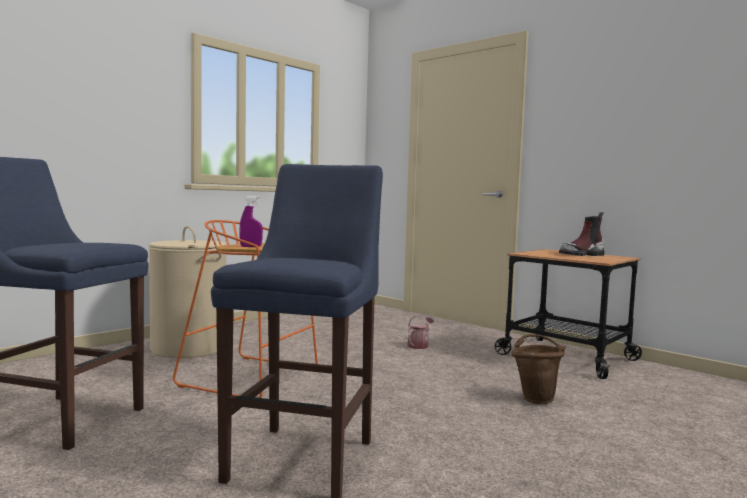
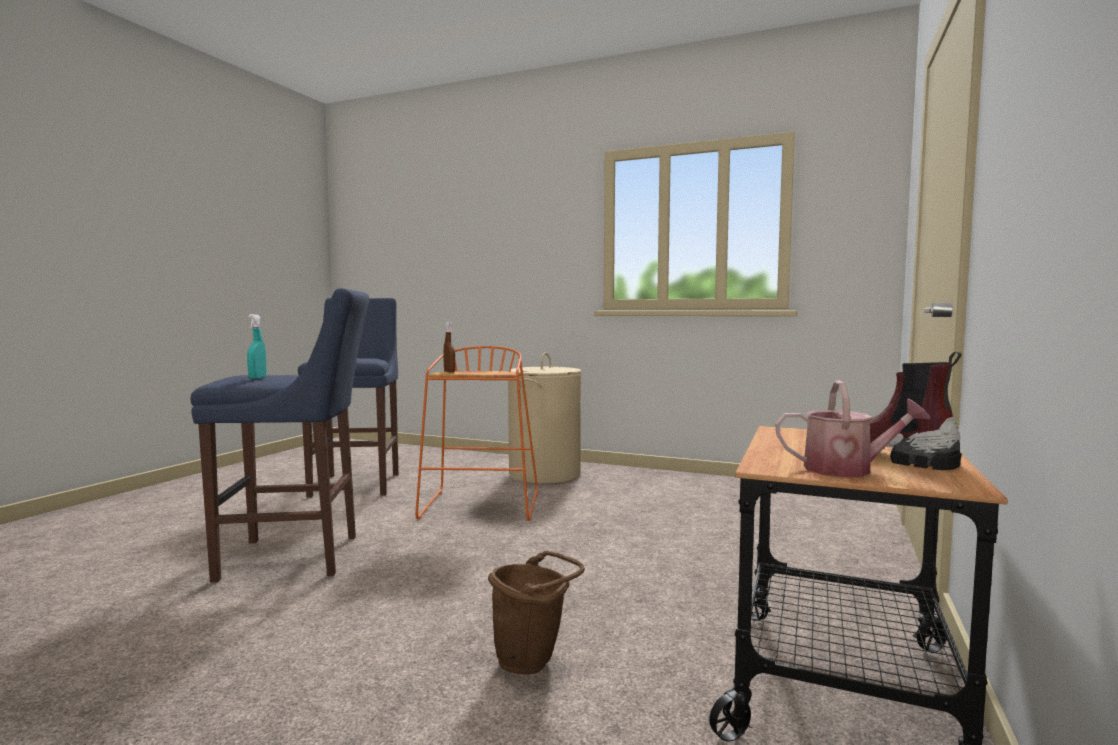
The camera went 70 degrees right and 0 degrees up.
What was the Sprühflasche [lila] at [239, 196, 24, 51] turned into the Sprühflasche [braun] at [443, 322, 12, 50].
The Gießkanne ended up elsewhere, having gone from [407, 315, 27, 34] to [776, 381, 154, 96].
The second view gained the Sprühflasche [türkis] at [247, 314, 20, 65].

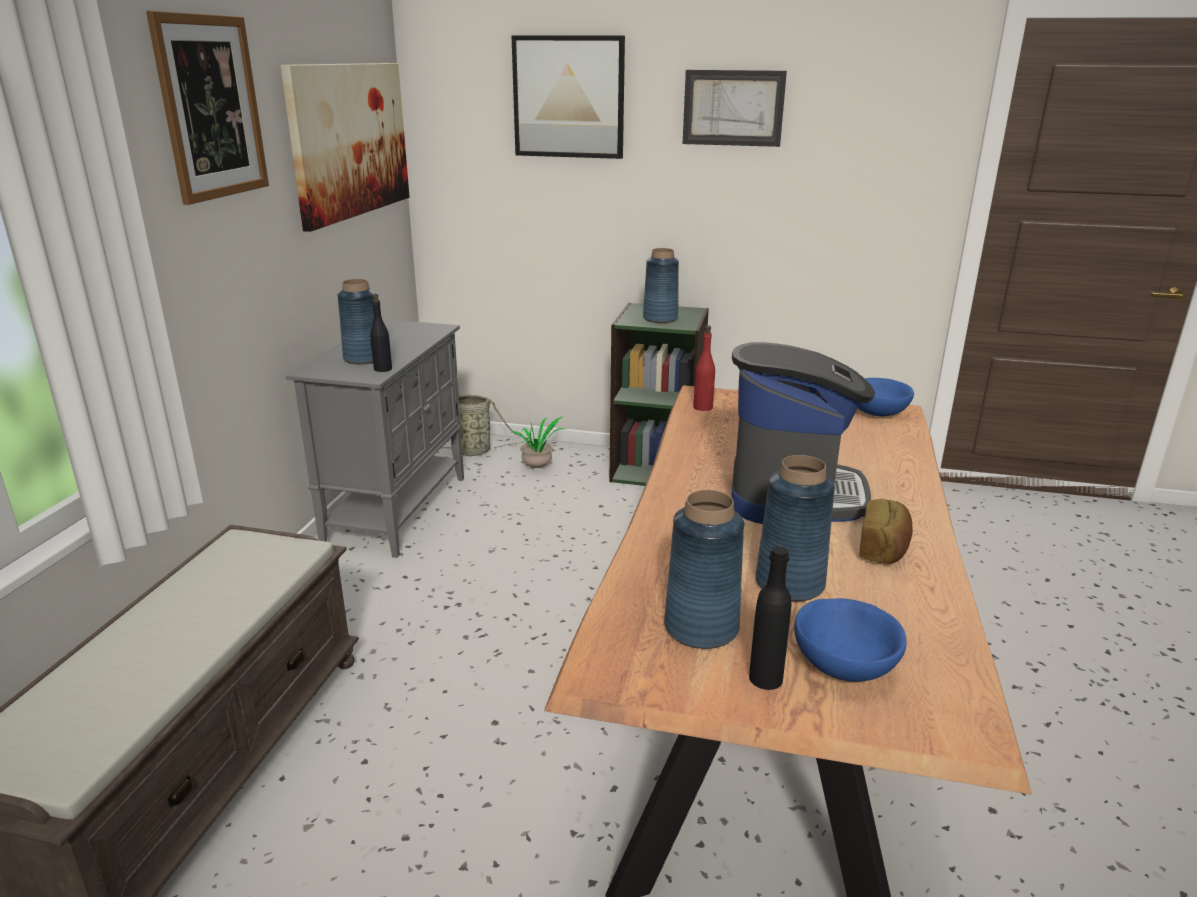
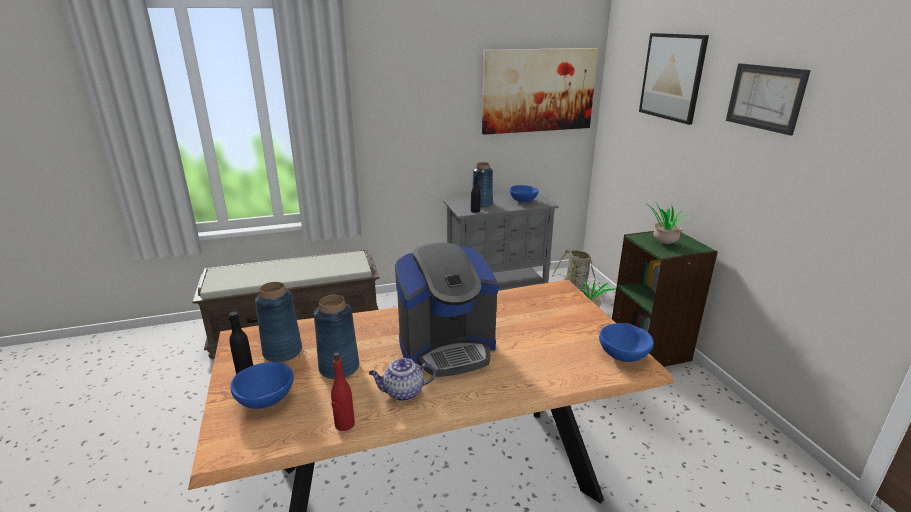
The camera went 60 degrees right and 0 degrees up.
The second view lost the Bild at [146, 11, 123, 194].
Where the Vase [blau] stood at [643, 248, 36, 75], the Topfpflanze came to stand at [648, 201, 45, 43].
The Flasche [rot] ended up elsewhere, having gone from [693, 325, 22, 86] to [331, 353, 24, 78].
Where the Brot stood at [859, 499, 54, 65], the Teekanne came to stand at [369, 358, 67, 43].
The second view gained the Schüssel [blau] at [510, 185, 29, 17].

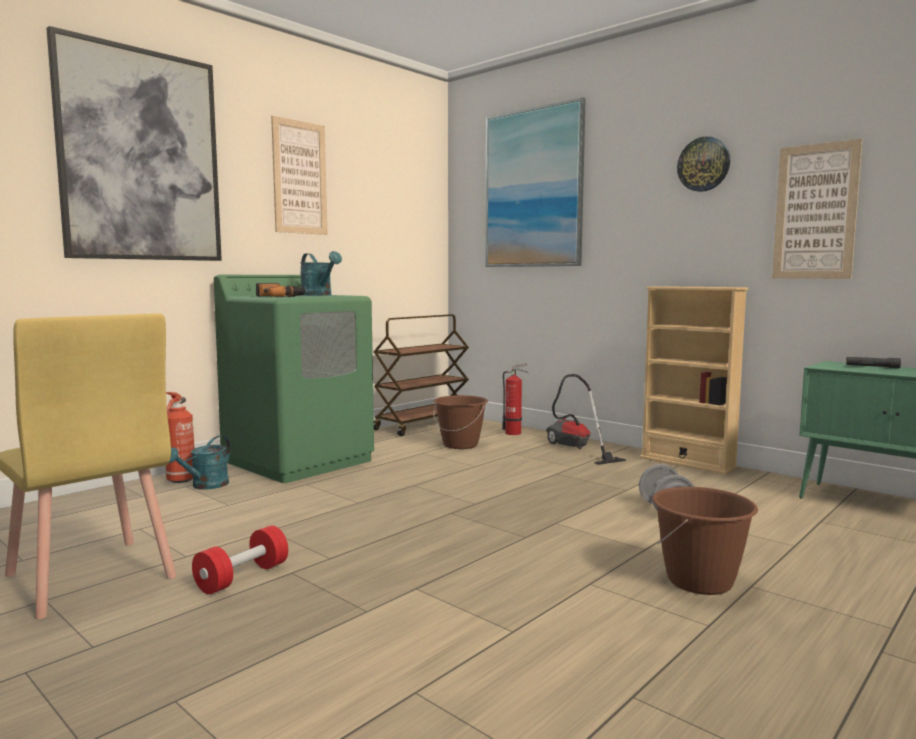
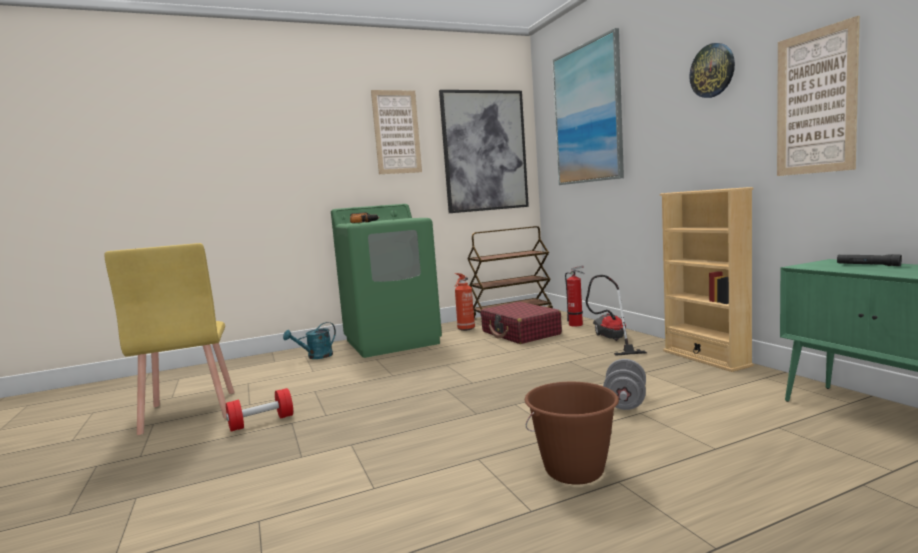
The camera went 25 degrees right and 0 degrees up.
The Bild ended up elsewhere, having gone from [46, 26, 176, 235] to [439, 90, 90, 123].
The second view lost the Gießkanne [türkis] at [300, 251, 42, 45].
The Feuerlöscher ended up elsewhere, having gone from [166, 392, 29, 91] to [454, 273, 21, 58].
Where the Eimer [braun] stood at [434, 395, 54, 54], the Koffer [rot] came to stand at [481, 302, 81, 42].

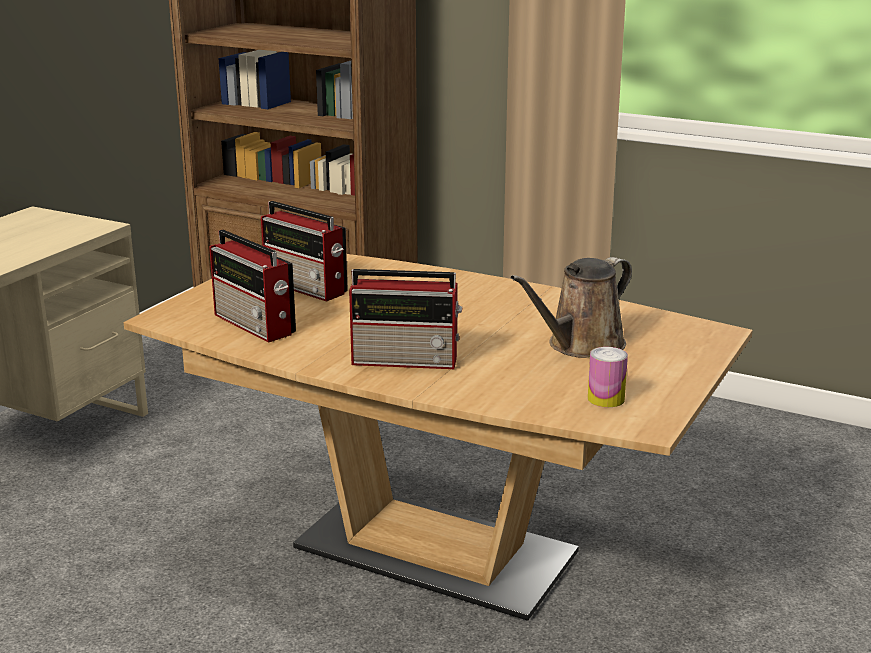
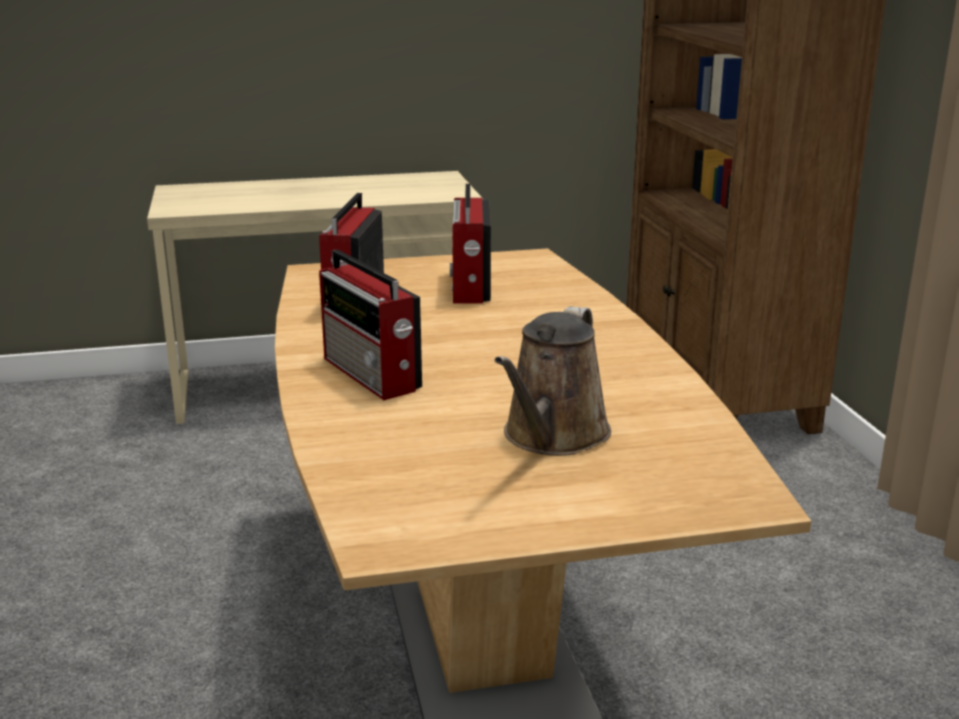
The camera went 50 degrees right and 0 degrees up.
The Gießkanne [braun] at [511, 257, 121, 101] ended up facing another way, 75 degrees counterclockwise from before.
The second view lost the Dose at [588, 347, 40, 60].

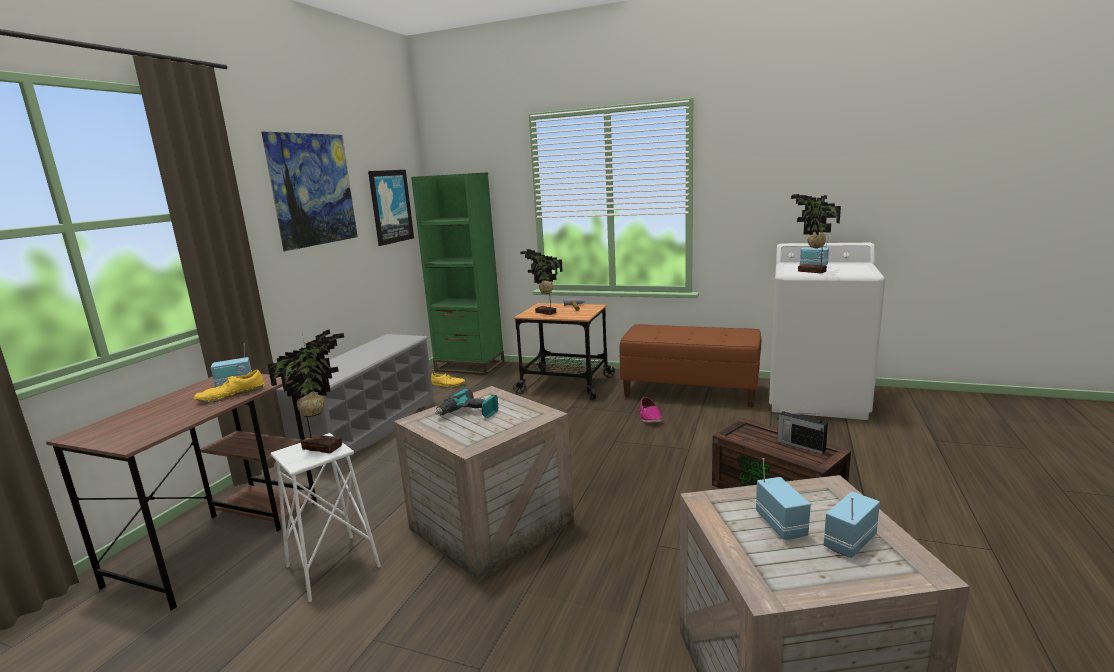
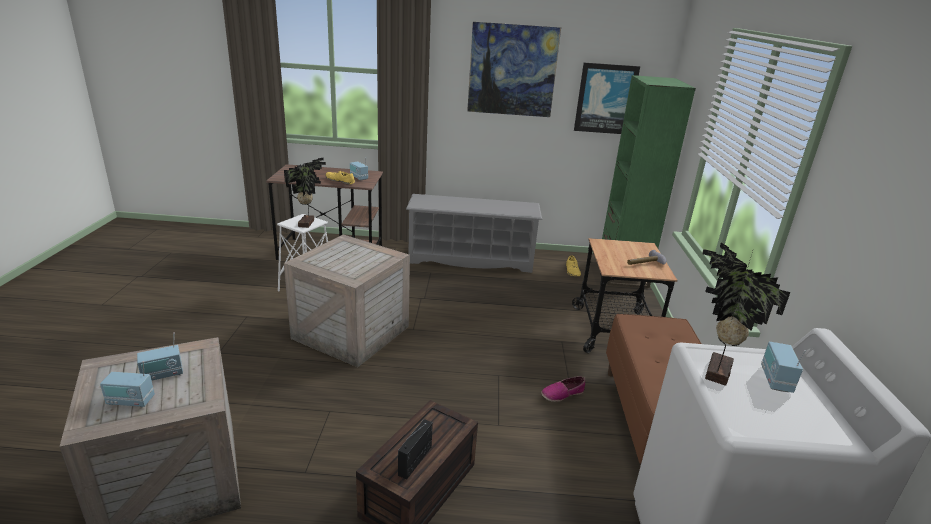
The camera went 70 degrees right and 10 degrees up.
The second view lost the Topfpflanze at [520, 249, 43, 66].
The second view lost the Bohrmaschine at [435, 388, 63, 30].
The Radio at [824, 492, 56, 66] ended up facing another way, 150 degrees clockwise from before.

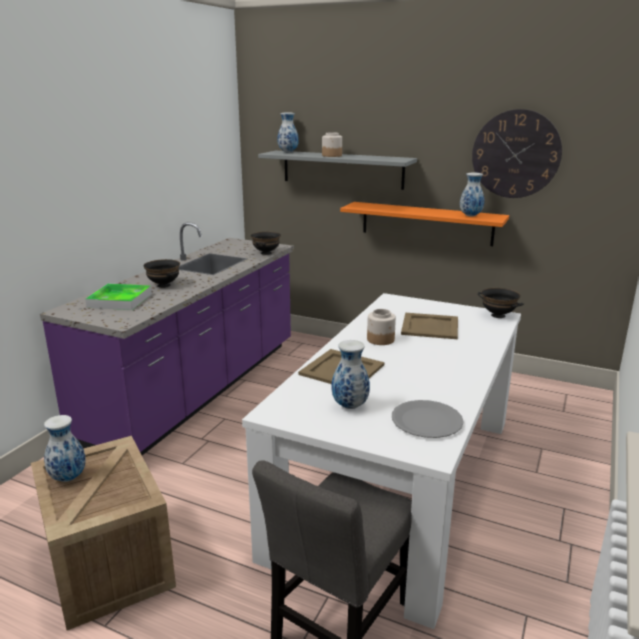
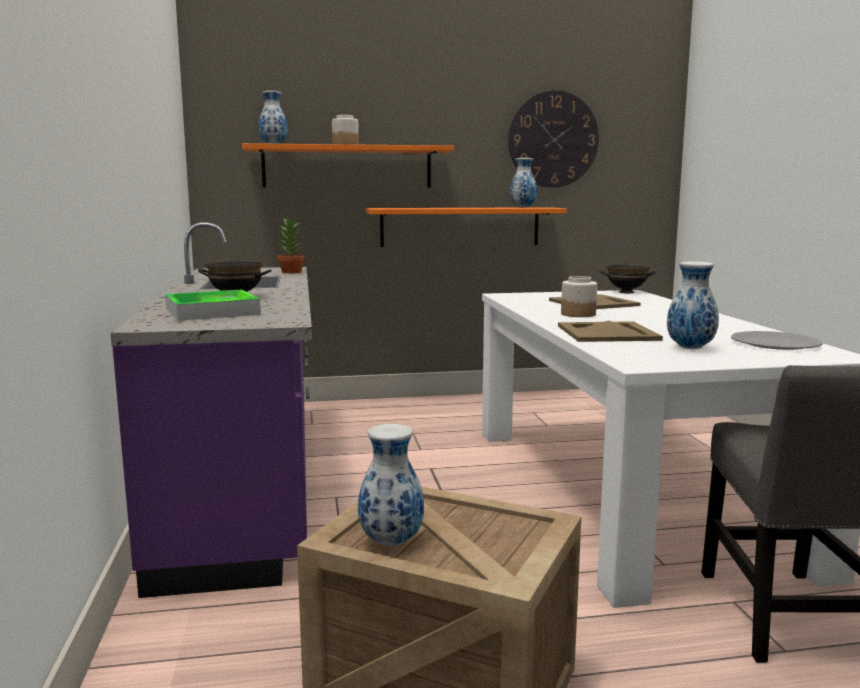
The camera went 35 degrees left and 10 degrees down.
What was the Wandregal [grau] at [258, 151, 159, 39] turned into the Wandregal [orange] at [242, 143, 212, 45].
Where the Schüssel [schwarz] stood at [251, 231, 30, 24], the Topfpflanze came to stand at [276, 217, 29, 56].

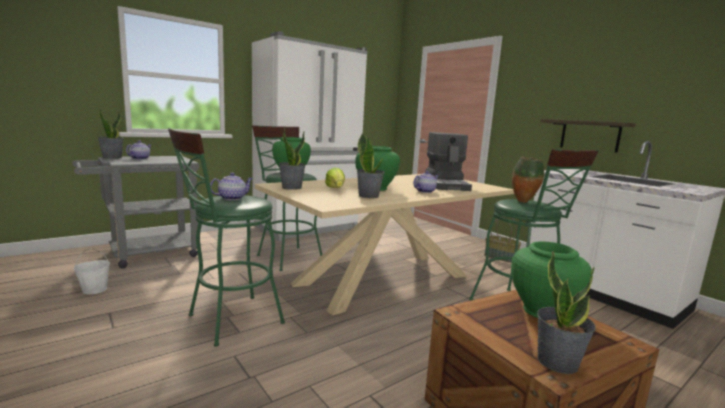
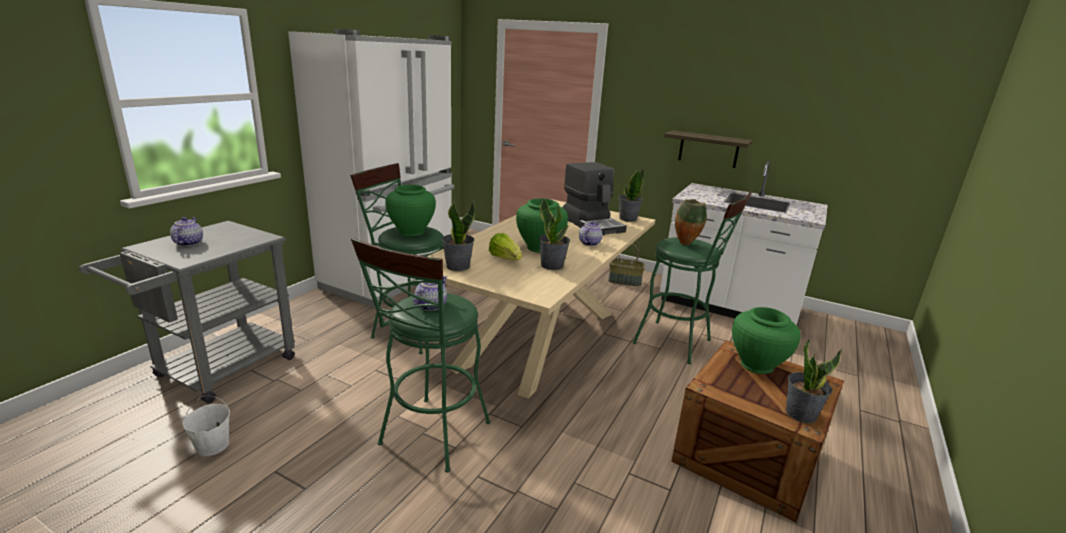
The camera went 25 degrees left and 10 degrees up.
The Topfpflanze ended up elsewhere, having gone from [97, 107, 27, 52] to [618, 168, 26, 54].

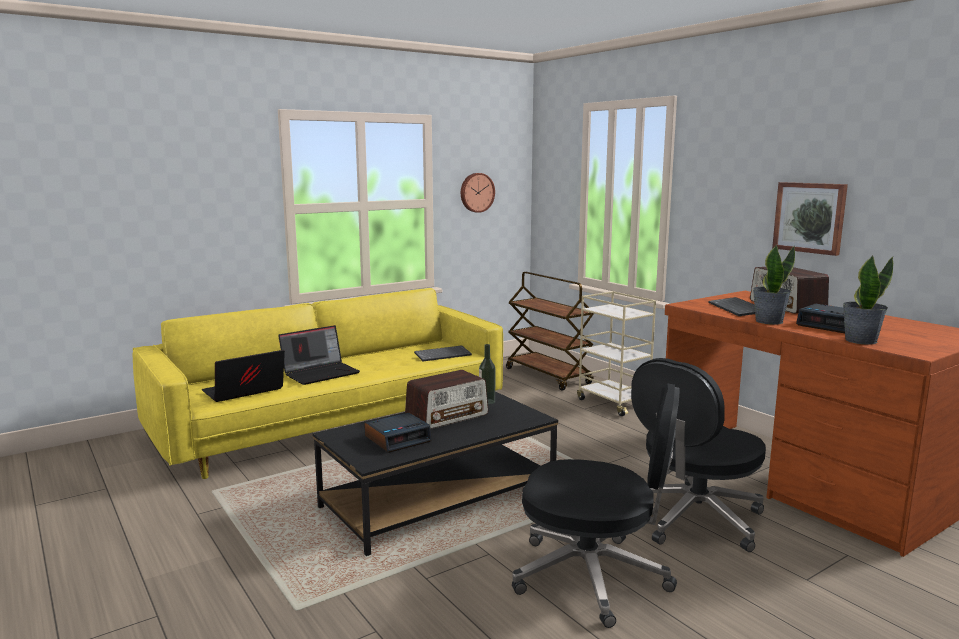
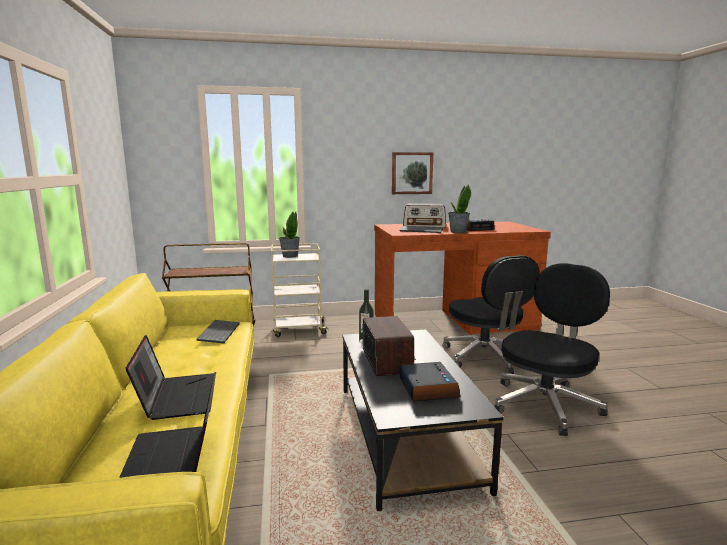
The camera went 65 degrees left and 0 degrees up.
The second view lost the Wanduhr at [461, 173, 34, 40].
The Topfpflanze ended up elsewhere, having gone from [843, 255, 50, 90] to [279, 212, 21, 46].

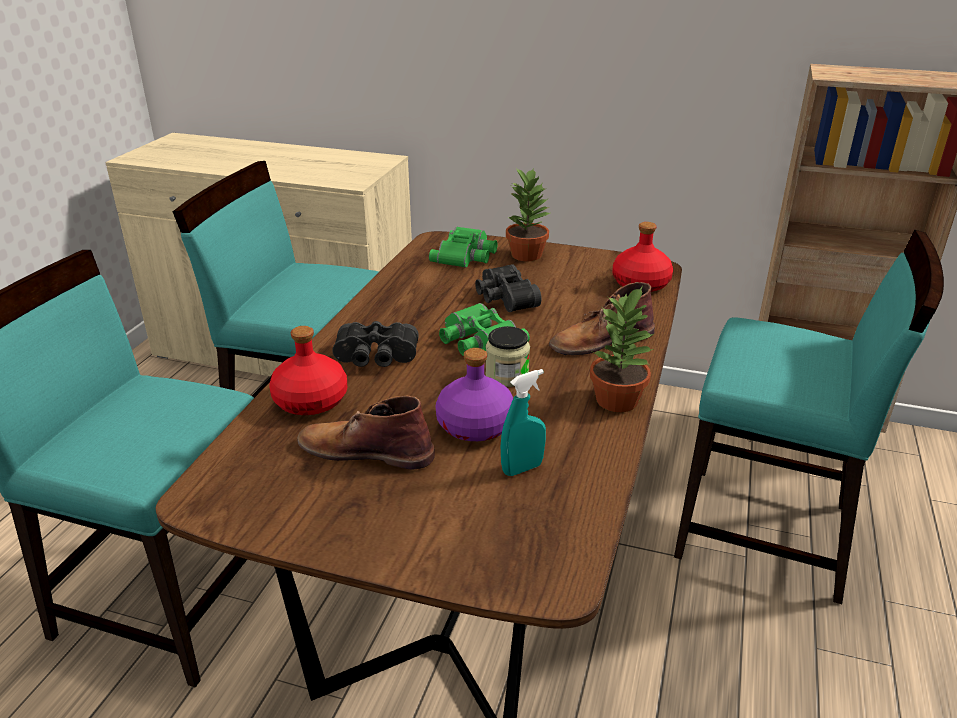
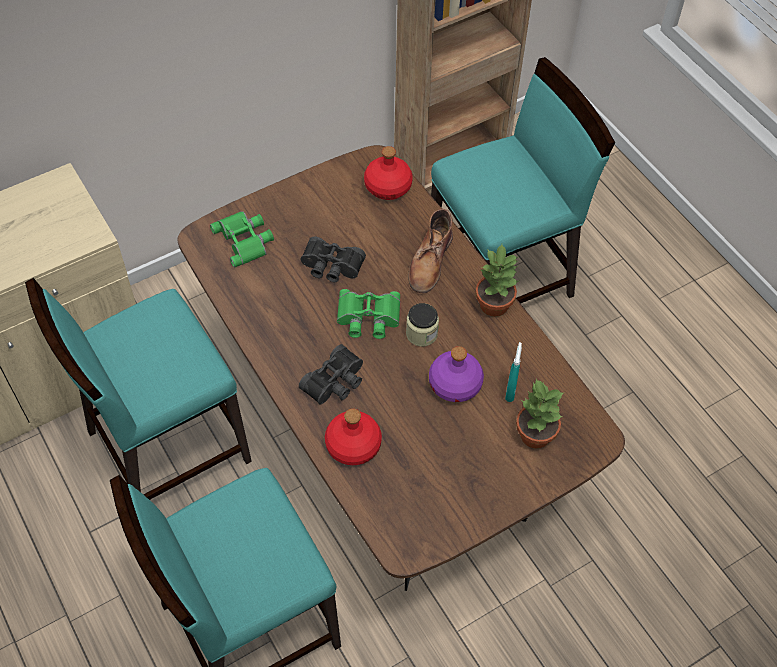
The camera went 50 degrees left and 25 degrees up.
The Topfpflanze ended up elsewhere, having gone from [506, 168, 44, 93] to [516, 379, 47, 70].
The second view lost the Stiefel [braun] at [297, 395, 138, 74].

